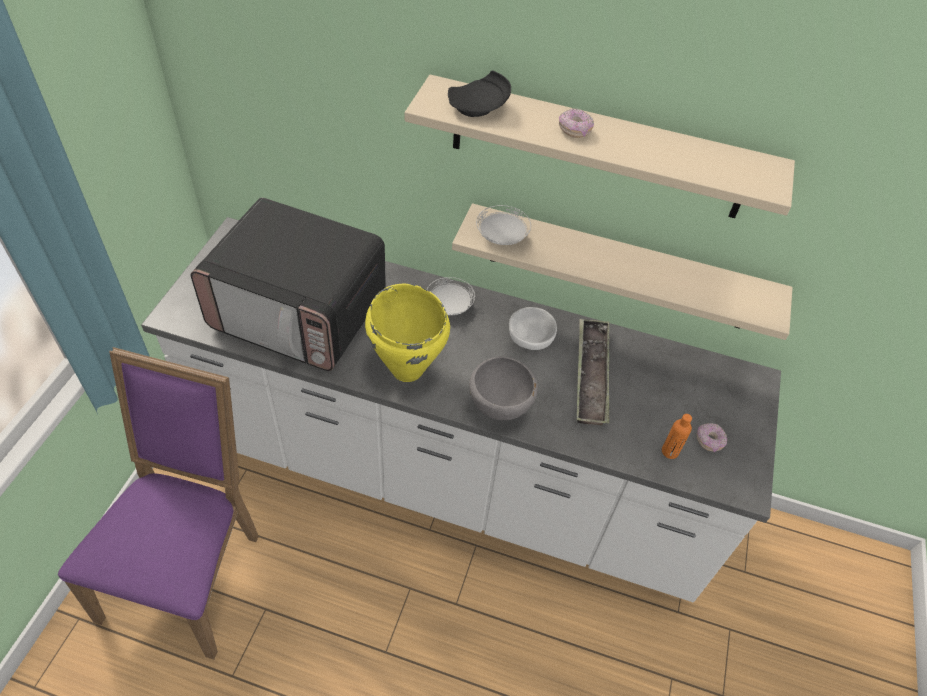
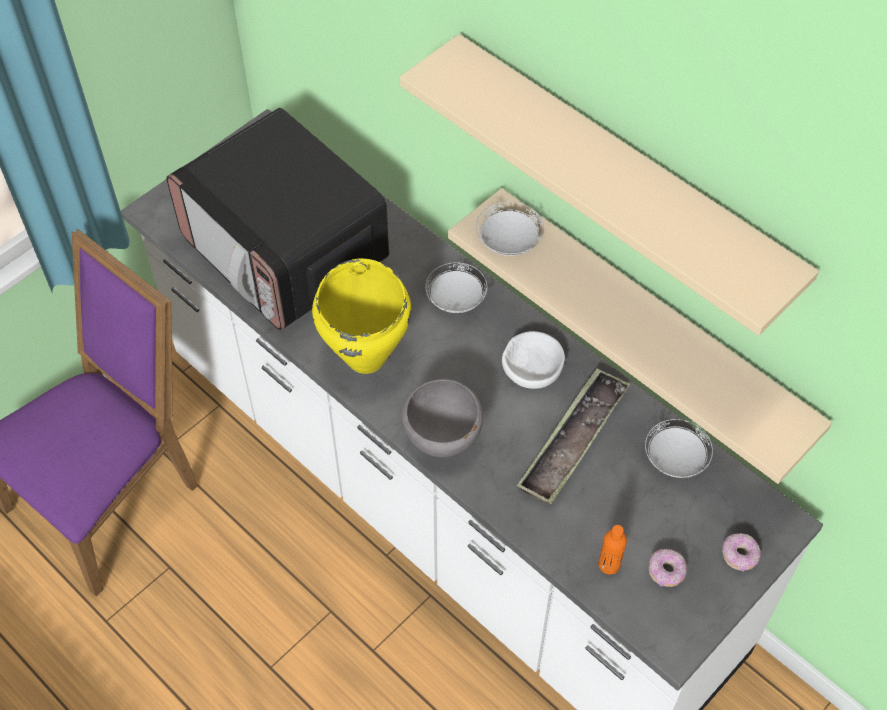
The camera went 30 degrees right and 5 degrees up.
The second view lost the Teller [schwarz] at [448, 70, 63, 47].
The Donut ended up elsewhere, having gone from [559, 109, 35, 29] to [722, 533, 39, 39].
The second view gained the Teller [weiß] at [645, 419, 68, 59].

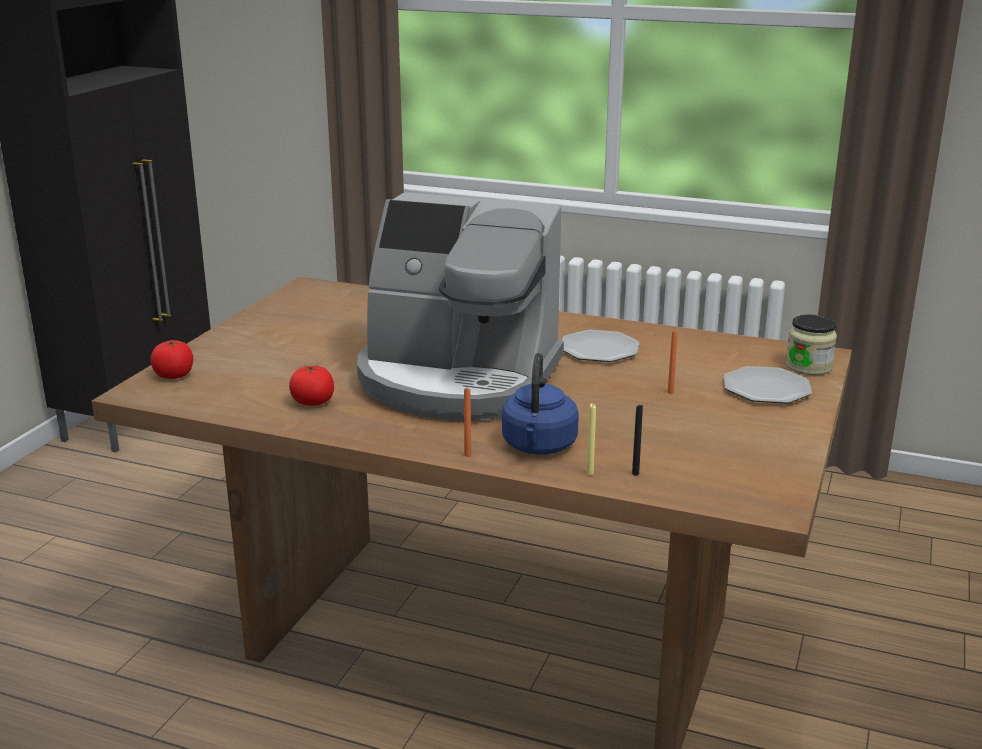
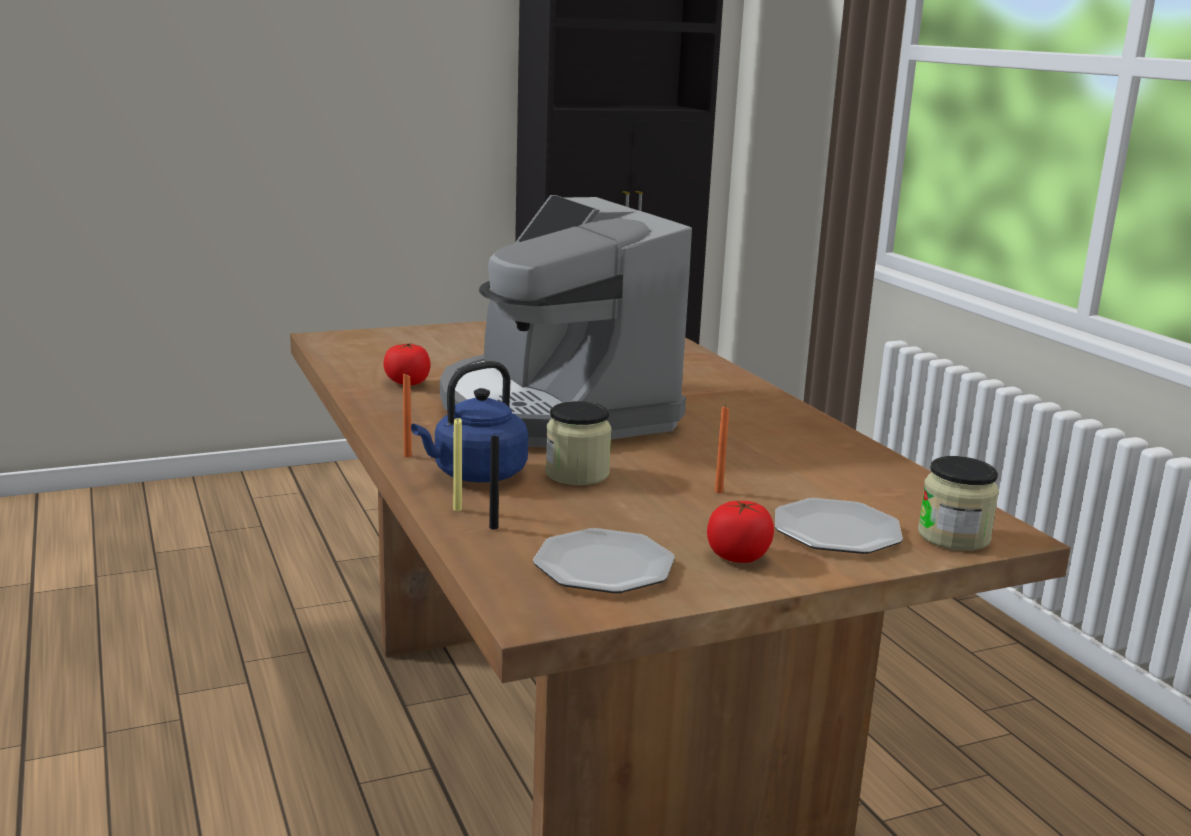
The camera went 45 degrees right and 5 degrees down.
The Teller ended up elsewhere, having gone from [562, 330, 78, 32] to [533, 528, 142, 65].
The Tomate ended up elsewhere, having gone from [151, 340, 42, 39] to [707, 500, 67, 63].
The second view gained the Vorratsglas at [545, 401, 67, 84].

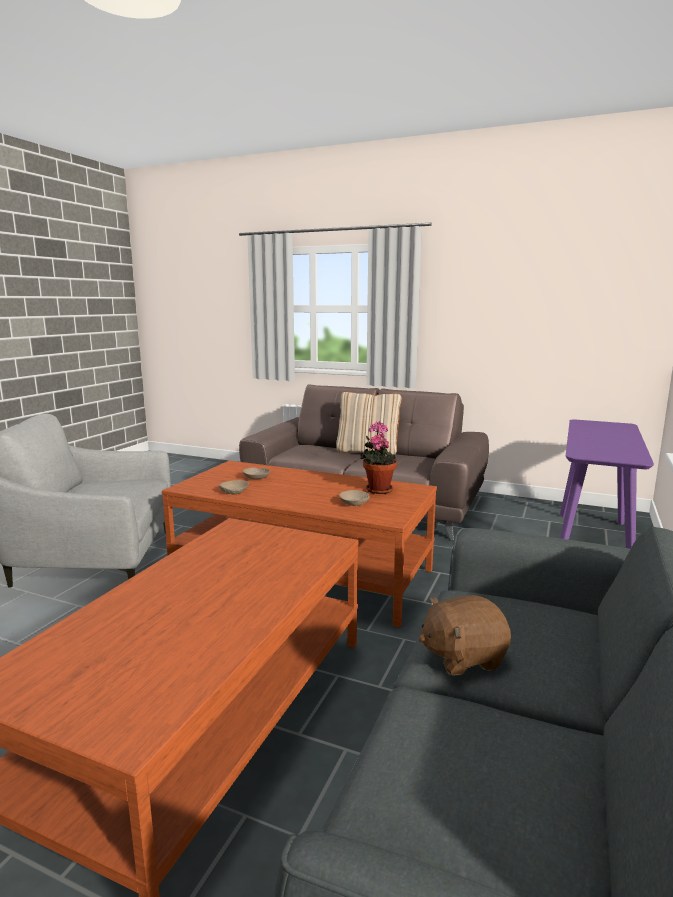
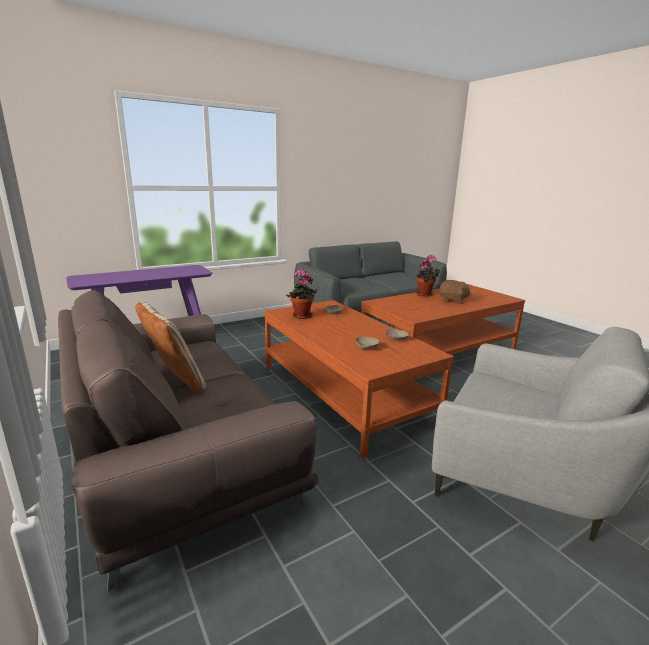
The camera went 145 degrees left and 5 degrees up.
The Plüschtier [braun] ended up elsewhere, having gone from [419, 595, 92, 81] to [439, 280, 32, 24].
The second view gained the Topfpflanze at [416, 255, 24, 42].

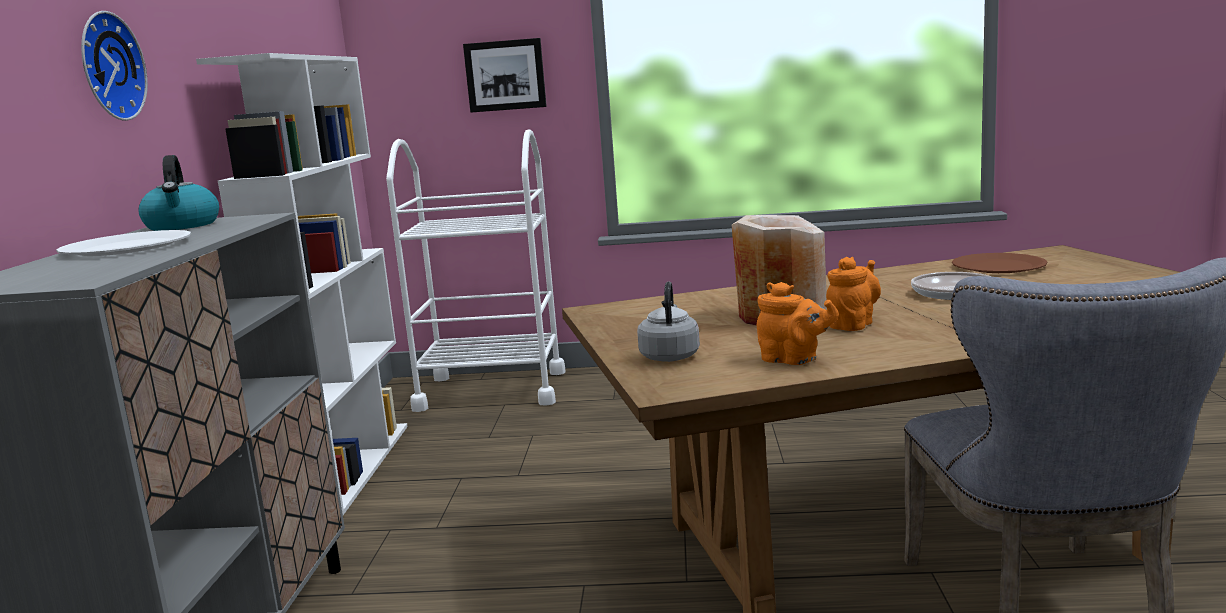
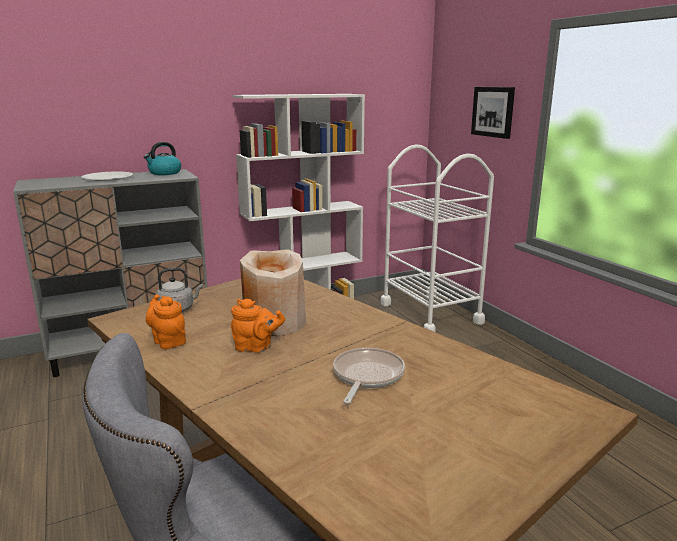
The camera went 60 degrees right and 5 degrees up.
The second view lost the Wanduhr at [81, 11, 67, 110].
The second view lost the Teller [braun] at [952, 253, 95, 20].
The Teekanne [orange] at [757, 282, 82, 83] ended up facing another way, 135 degrees clockwise from before.

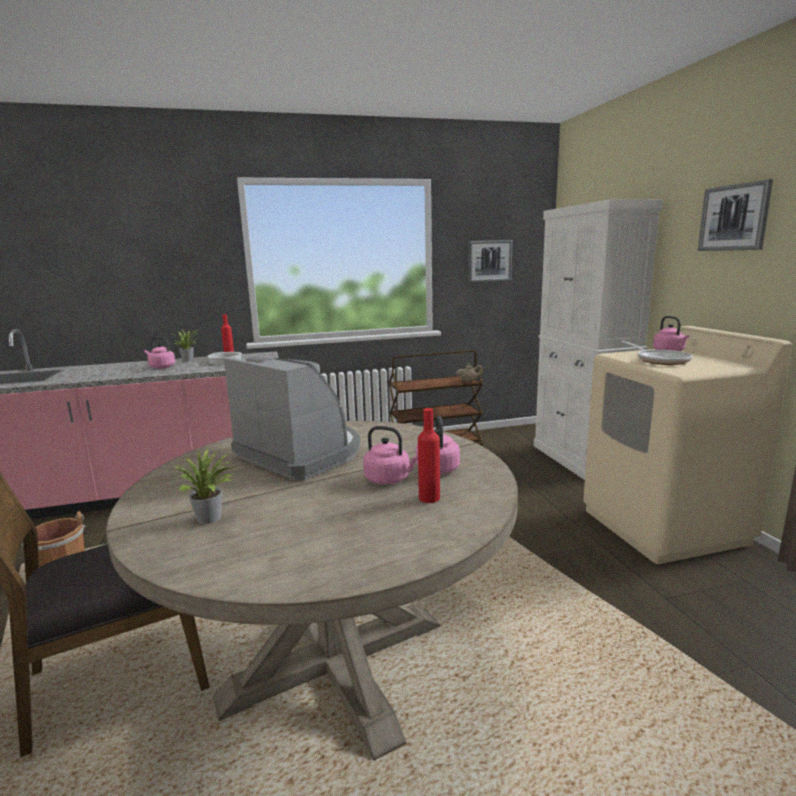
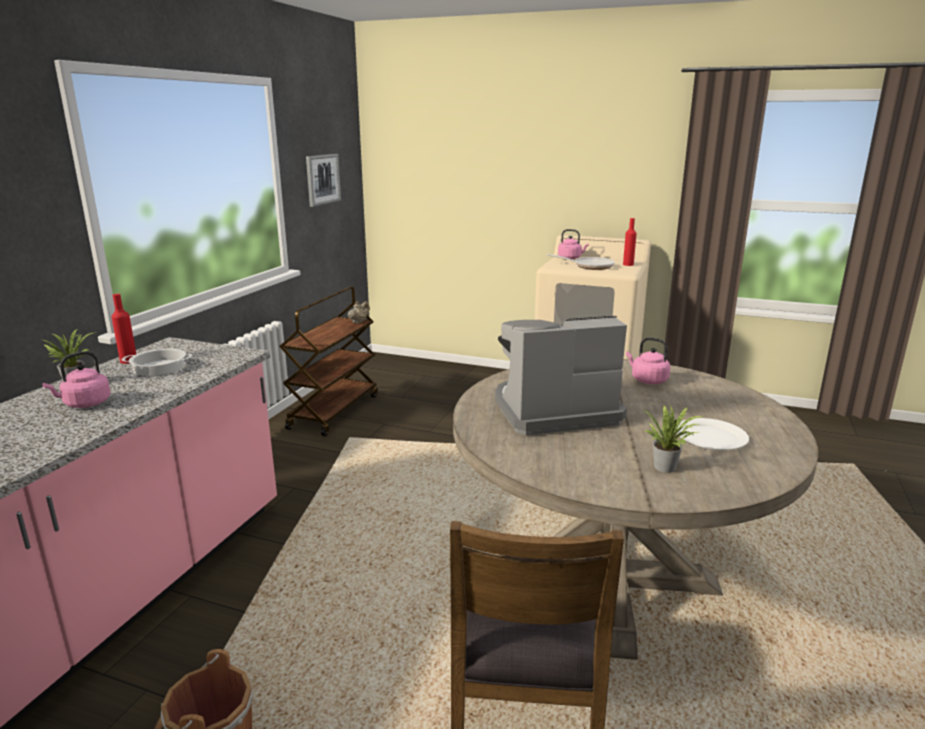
The camera went 55 degrees left and 5 degrees up.
The second view lost the Bild at [698, 179, 75, 72].
The second view lost the Schrank [weiß] at [534, 199, 129, 281].
The Flasche [rot] ended up elsewhere, having gone from [418, 408, 22, 95] to [623, 218, 14, 48].
The second view lost the Wasserkessel [rosa] at [363, 426, 55, 59].
The second view gained the Teller [weiß] at [677, 418, 72, 32].

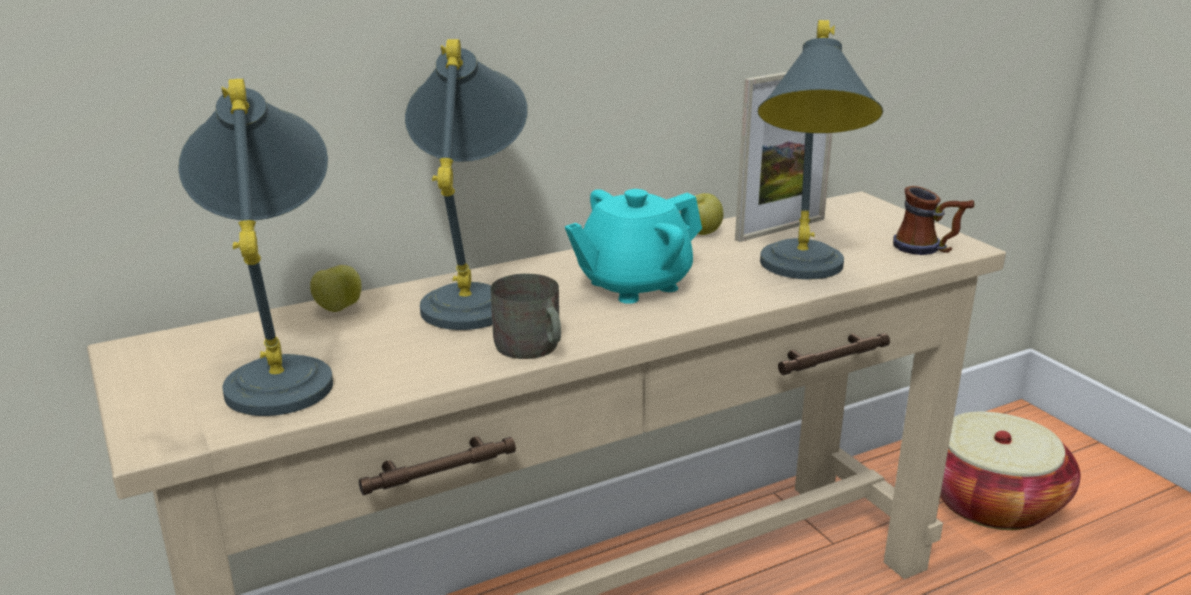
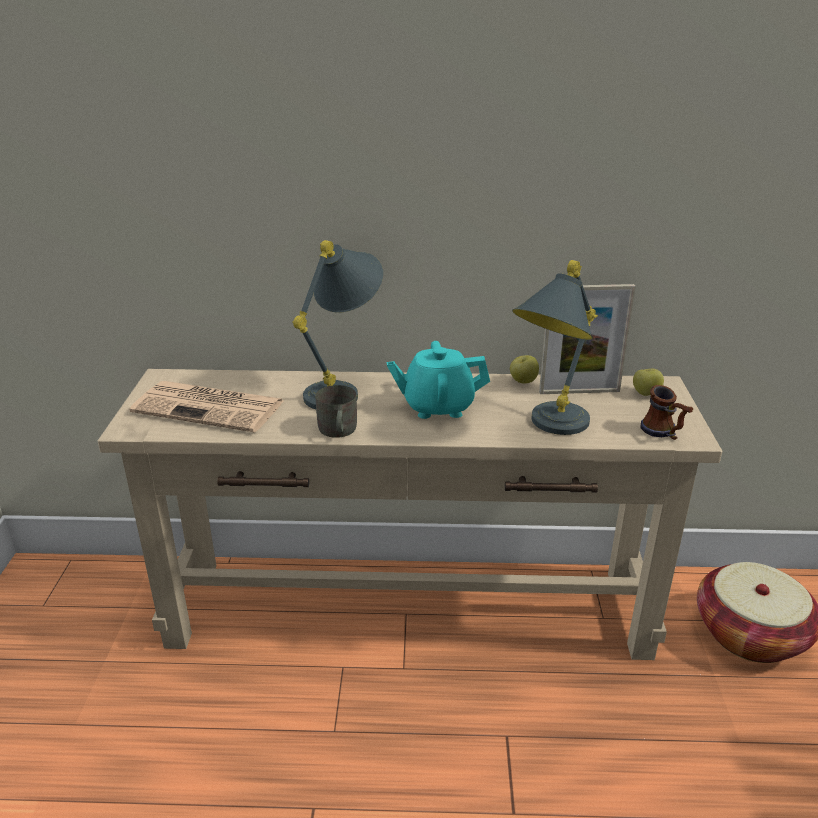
The camera went 30 degrees right and 5 degrees up.
Where the Tischlampe [grau] stood at [178, 79, 155, 337], the Zeitung came to stand at [130, 381, 154, 52].
The Apfel ended up elsewhere, having gone from [310, 265, 52, 47] to [633, 369, 31, 27].

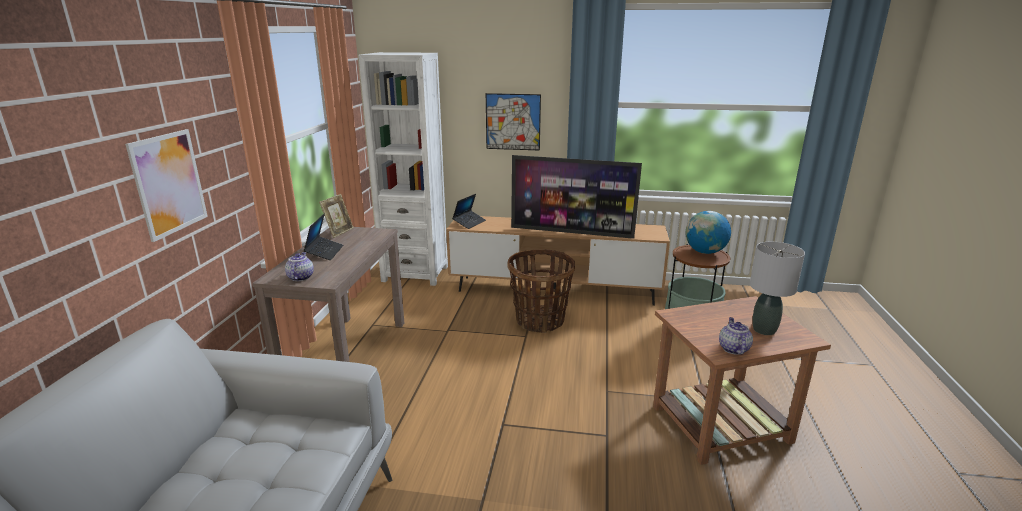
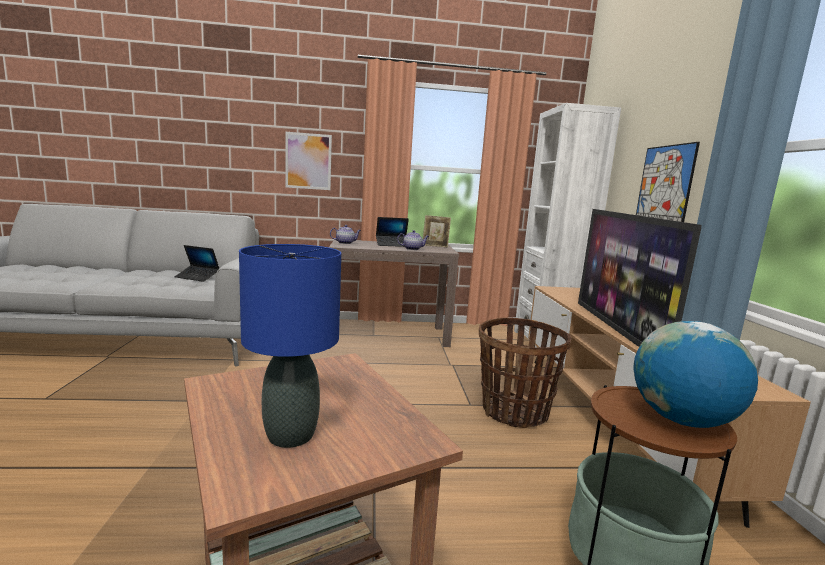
The camera went 75 degrees right and 10 degrees down.
The Laptop ended up elsewhere, having gone from [452, 194, 34, 35] to [175, 245, 44, 37].
What was the Tischlampe [grau] at [750, 242, 55, 93] turned into the Tischlampe [blau] at [239, 244, 102, 204].
The Teekanne ended up elsewhere, having gone from [719, 317, 34, 38] to [397, 230, 32, 20].

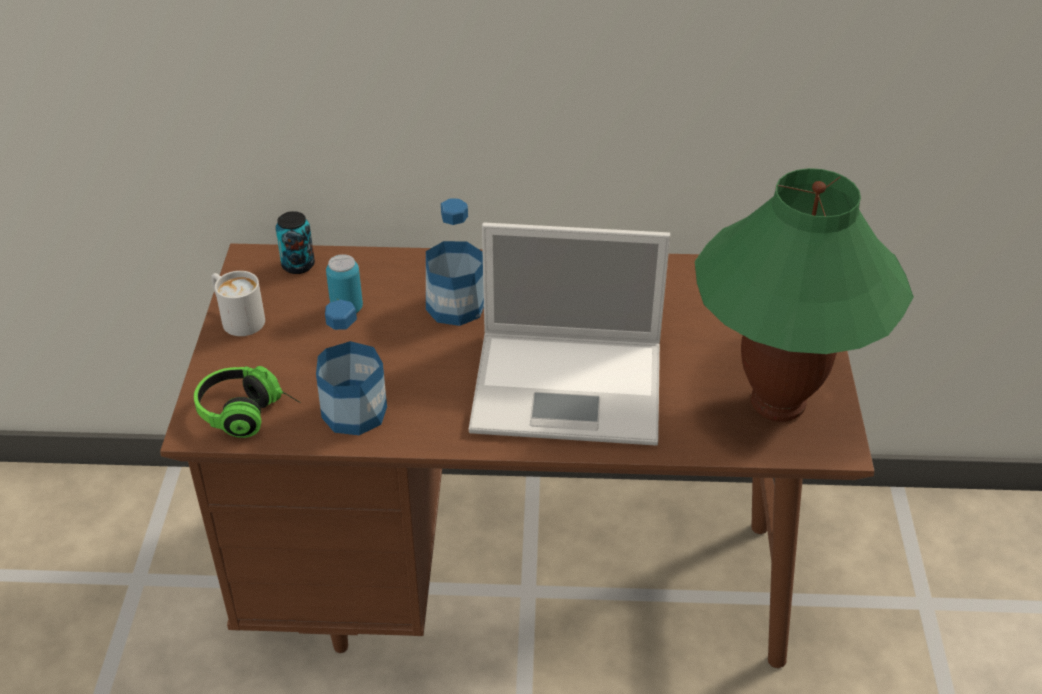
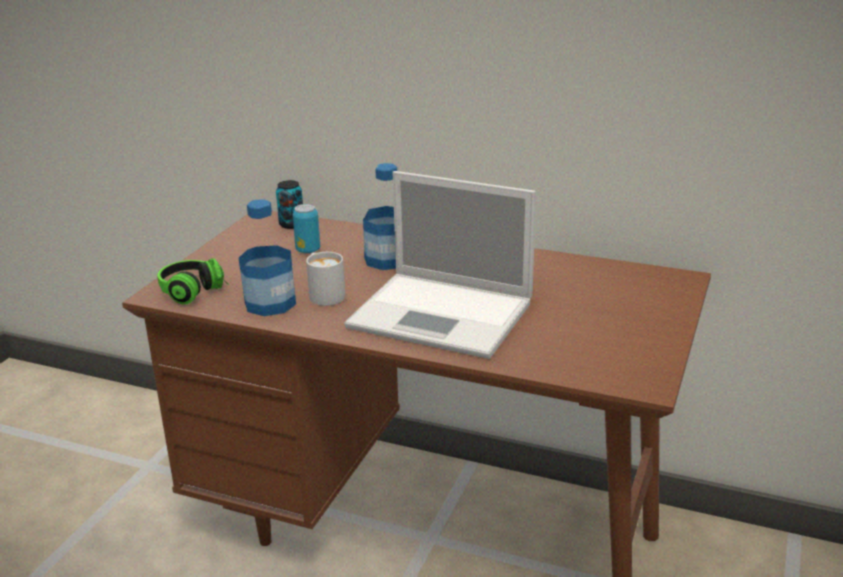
The camera went 20 degrees right and 15 degrees down.
The second view lost the Tischlampe [grün] at [695, 168, 219, 254].
The Henkelbecher [weiß] ended up elsewhere, having gone from [212, 271, 53, 65] to [306, 252, 39, 54].

